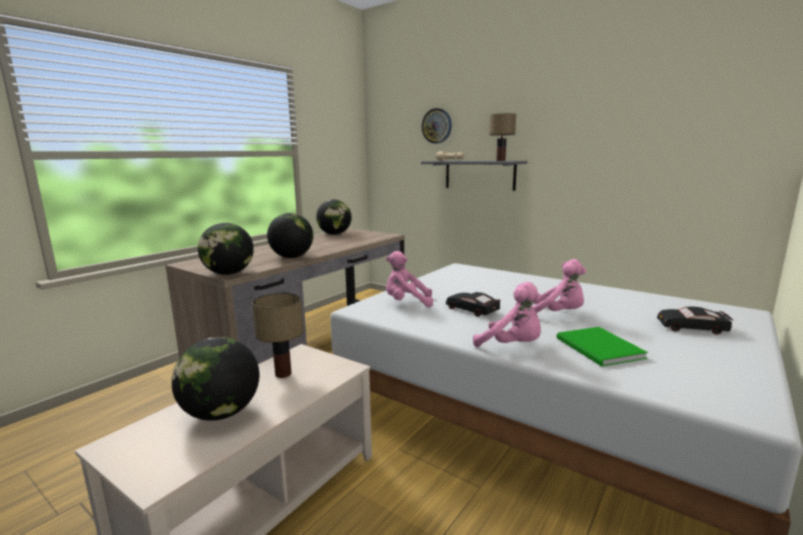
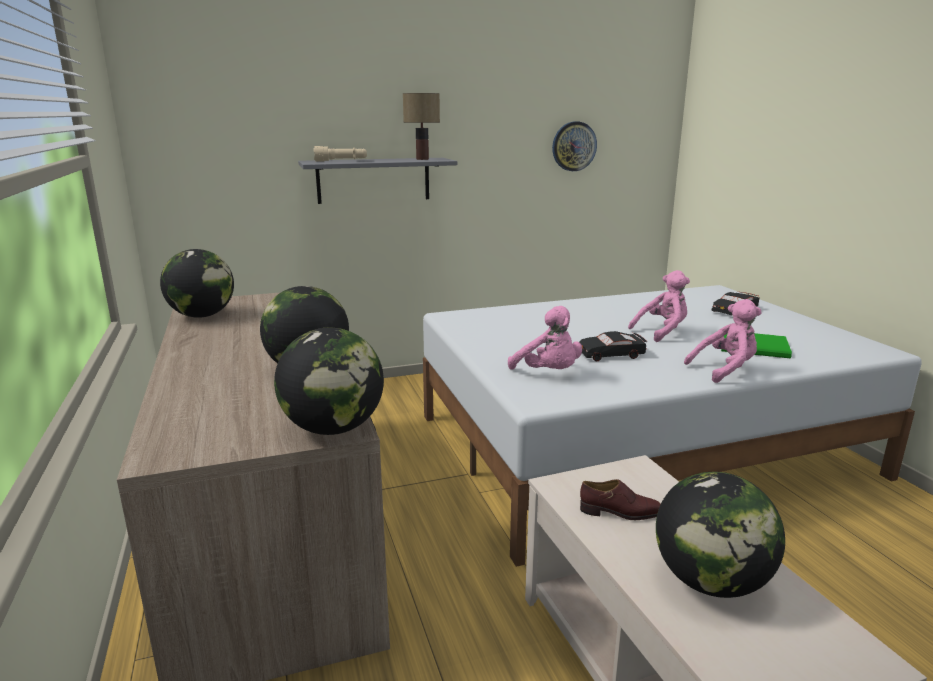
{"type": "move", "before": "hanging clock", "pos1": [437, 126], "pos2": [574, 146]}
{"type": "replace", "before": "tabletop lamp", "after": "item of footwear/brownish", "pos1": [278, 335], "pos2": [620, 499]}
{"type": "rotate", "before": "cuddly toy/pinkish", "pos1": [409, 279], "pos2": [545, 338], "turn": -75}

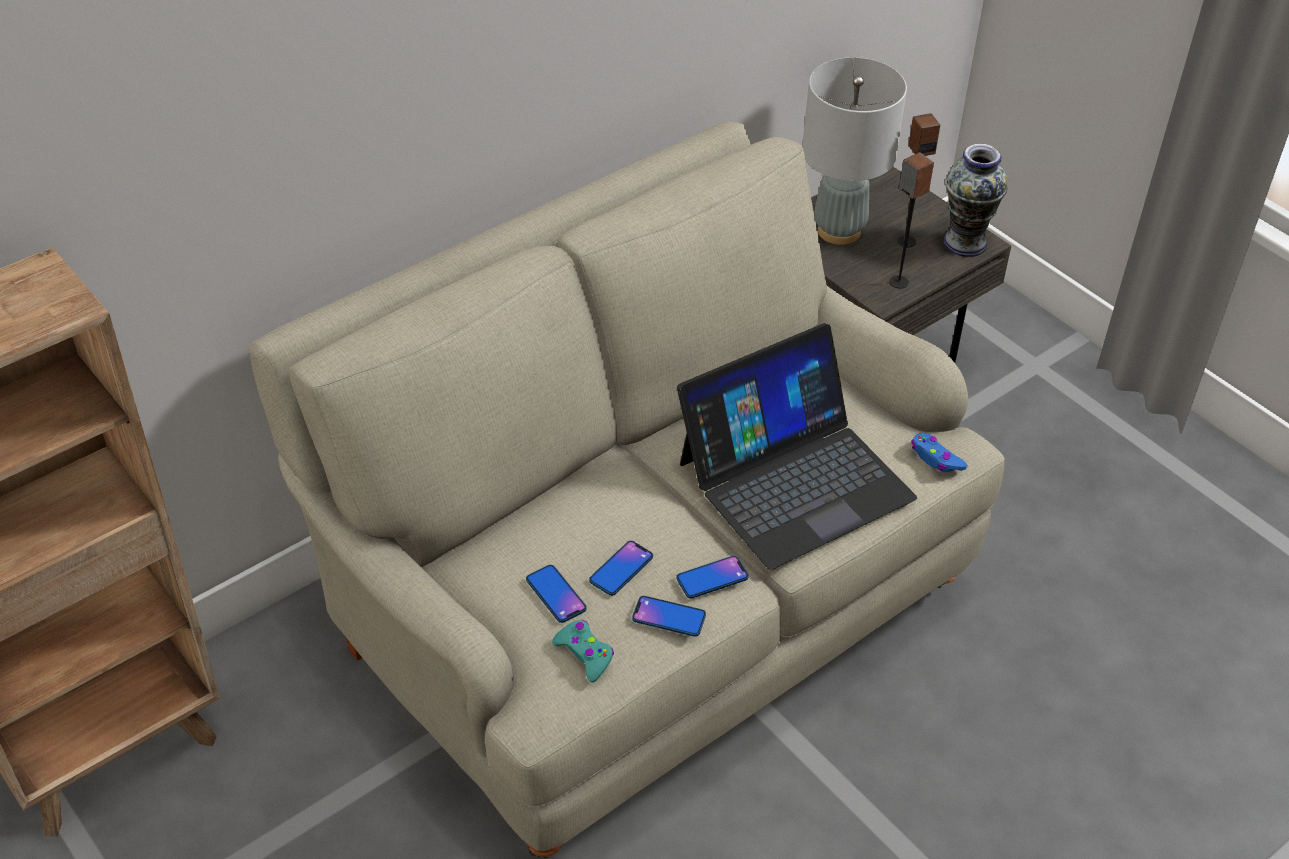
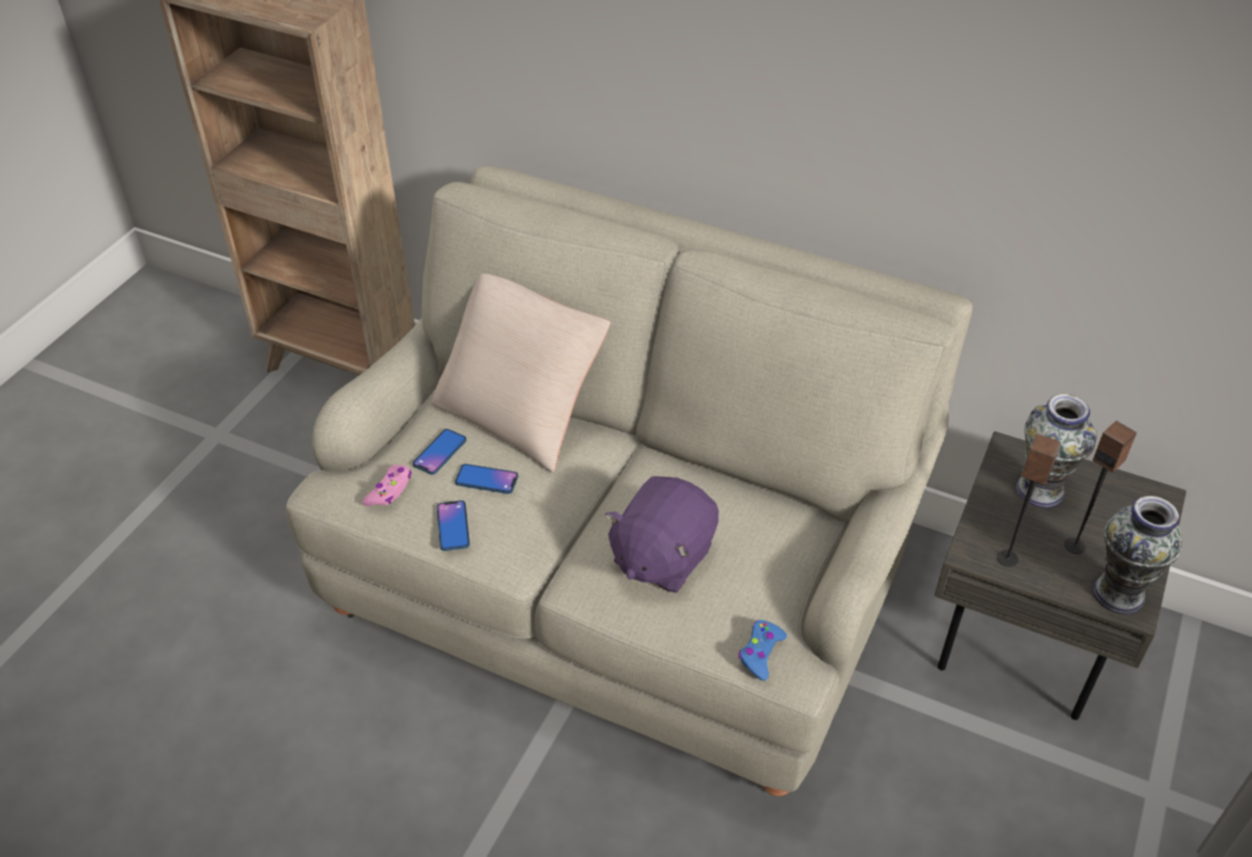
{"type": "delete", "before": "phone", "pos1": [712, 577]}
{"type": "insert", "after": "throw pillow/beige-coloured", "pos2": [521, 373]}
{"type": "replace", "before": "portable computer", "after": "cuddly toy/purple", "pos1": [797, 446], "pos2": [662, 534]}
{"type": "replace", "before": "tabletop lamp/greyish", "after": "flower vase", "pos1": [854, 151], "pos2": [1056, 451]}
{"type": "recolor", "before": "game controller/blue-green", "after": "game controller/pinkish", "pos1": [583, 651], "pos2": [386, 485]}

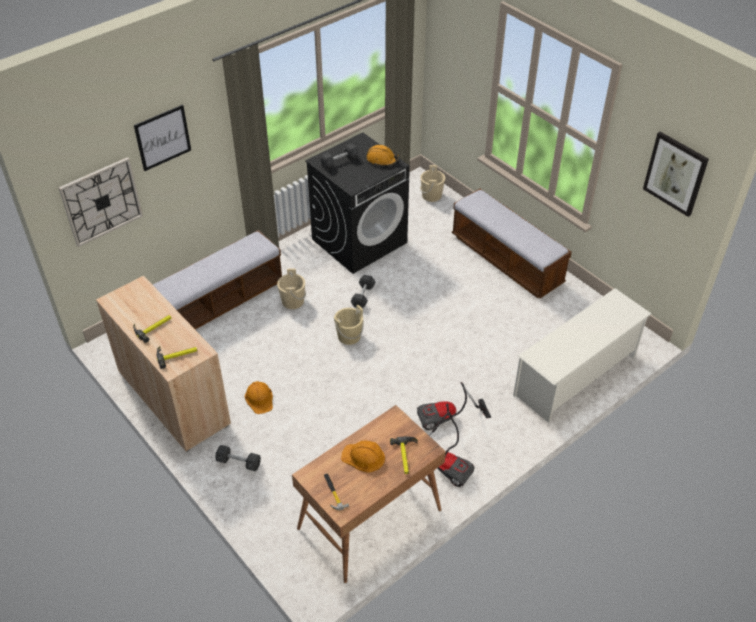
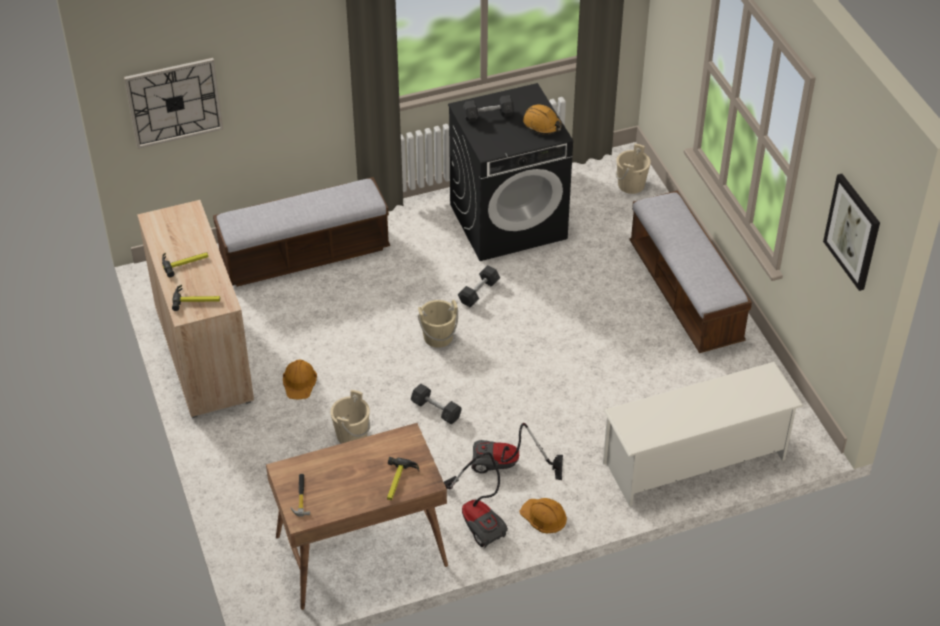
{"type": "delete", "before": "wall picture", "pos1": [162, 137]}
{"type": "move", "before": "free weight/greyish", "pos1": [238, 458], "pos2": [436, 404]}
{"type": "move", "before": "pail/beige-coloured", "pos1": [291, 288], "pos2": [350, 417]}
{"type": "move", "before": "work helmet/orange-coloured", "pos1": [363, 457], "pos2": [543, 515]}

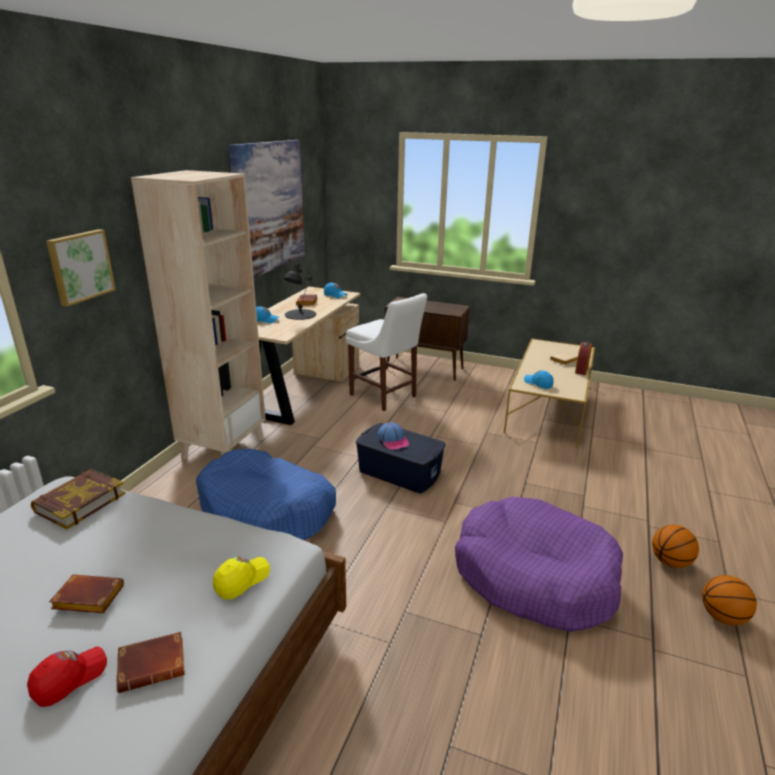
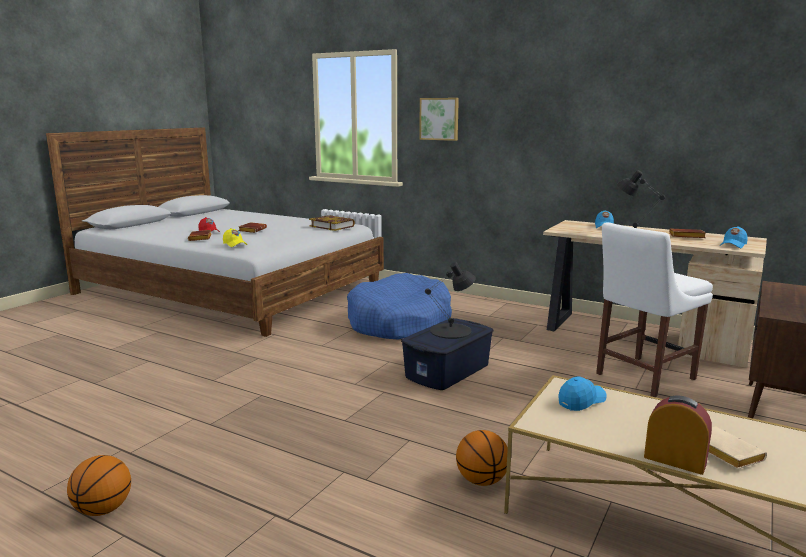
{"type": "delete", "before": "shelving unit/beige-coloured", "pos1": [198, 315]}
{"type": "delete", "before": "wall picture", "pos1": [267, 209]}
{"type": "delete", "before": "dog cushion/purple", "pos1": [539, 564]}
{"type": "move", "before": "basketball", "pos1": [675, 546], "pos2": [482, 458]}
{"type": "replace", "before": "cap", "after": "tabletop lamp/black-coloured", "pos1": [393, 436], "pos2": [450, 300]}

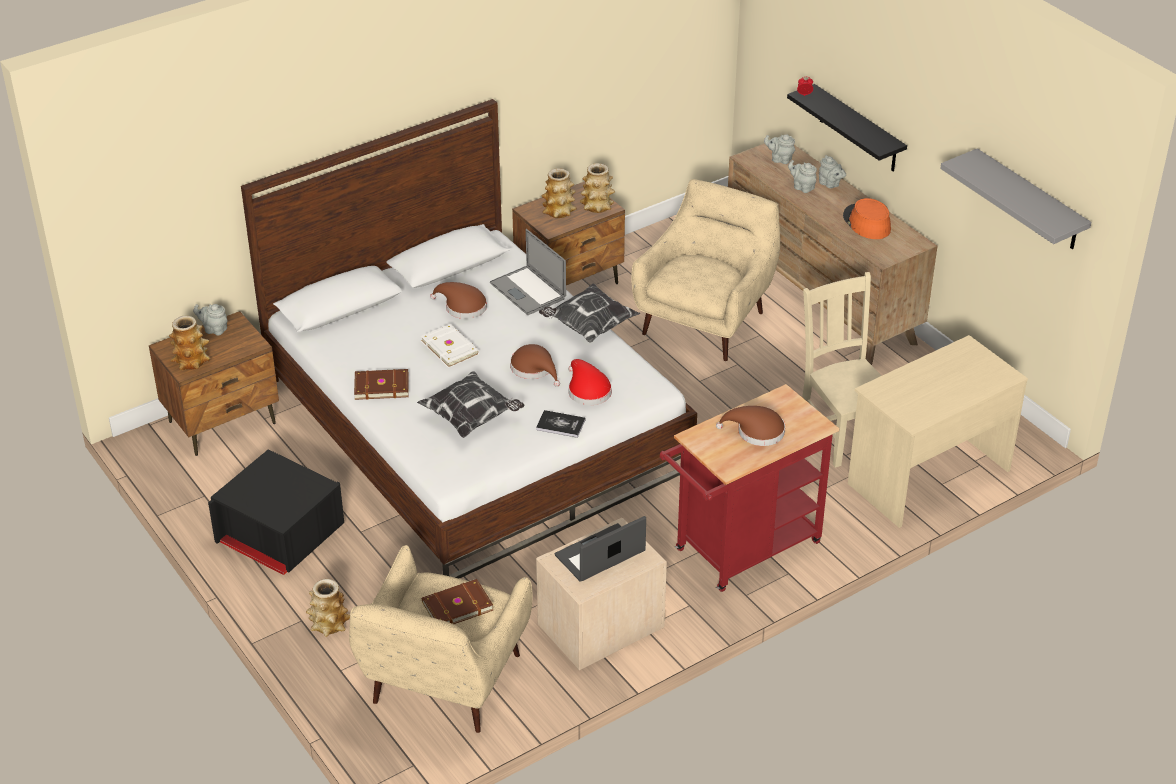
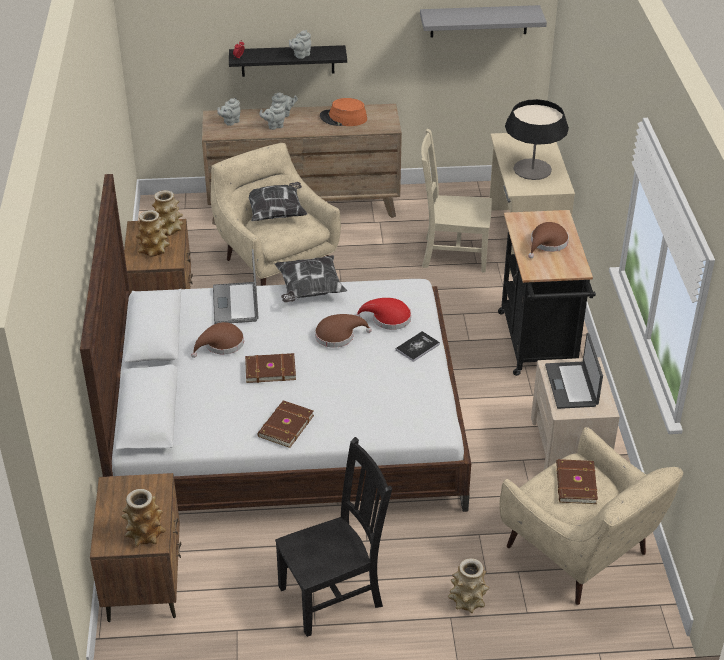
{"type": "insert", "after": "tabletop lamp", "pos2": [537, 139]}
{"type": "move", "before": "teapot/greyish", "pos1": [210, 319], "pos2": [300, 44]}
{"type": "move", "before": "throw pillow", "pos1": [471, 404], "pos2": [278, 201]}
{"type": "replace", "before": "storage box/black-coloured", "after": "plain chair/black-coloured", "pos1": [276, 512], "pos2": [333, 537]}
{"type": "recolor", "before": "volume/white", "after": "volume/brownish", "pos1": [450, 346], "pos2": [270, 368]}
{"type": "recolor", "before": "cart/red-coloured", "after": "cart/black-coloured", "pos1": [749, 488], "pos2": [547, 293]}
{"type": "rotate", "before": "portable computer", "pos1": [528, 272], "pos2": [235, 286], "turn": 90}

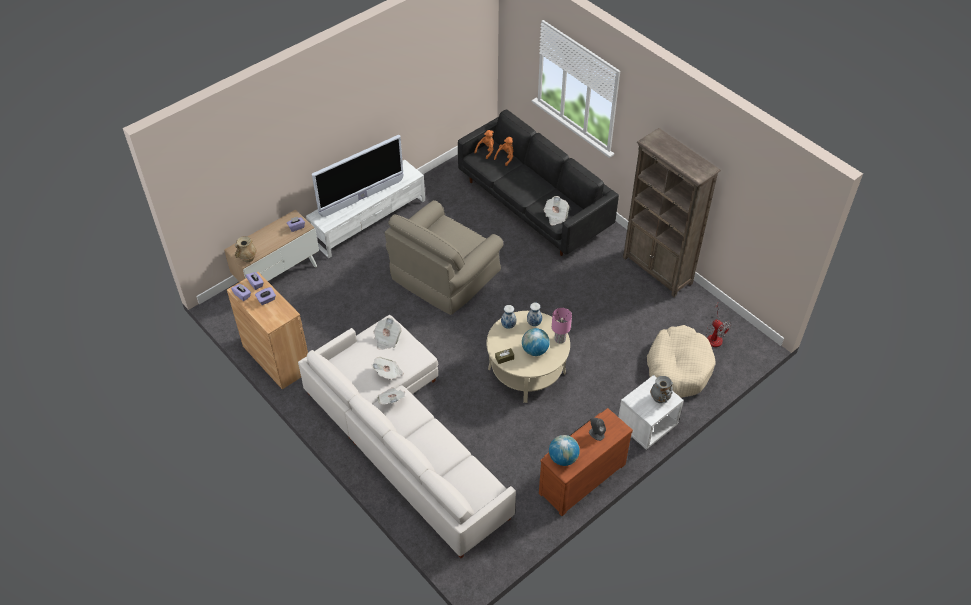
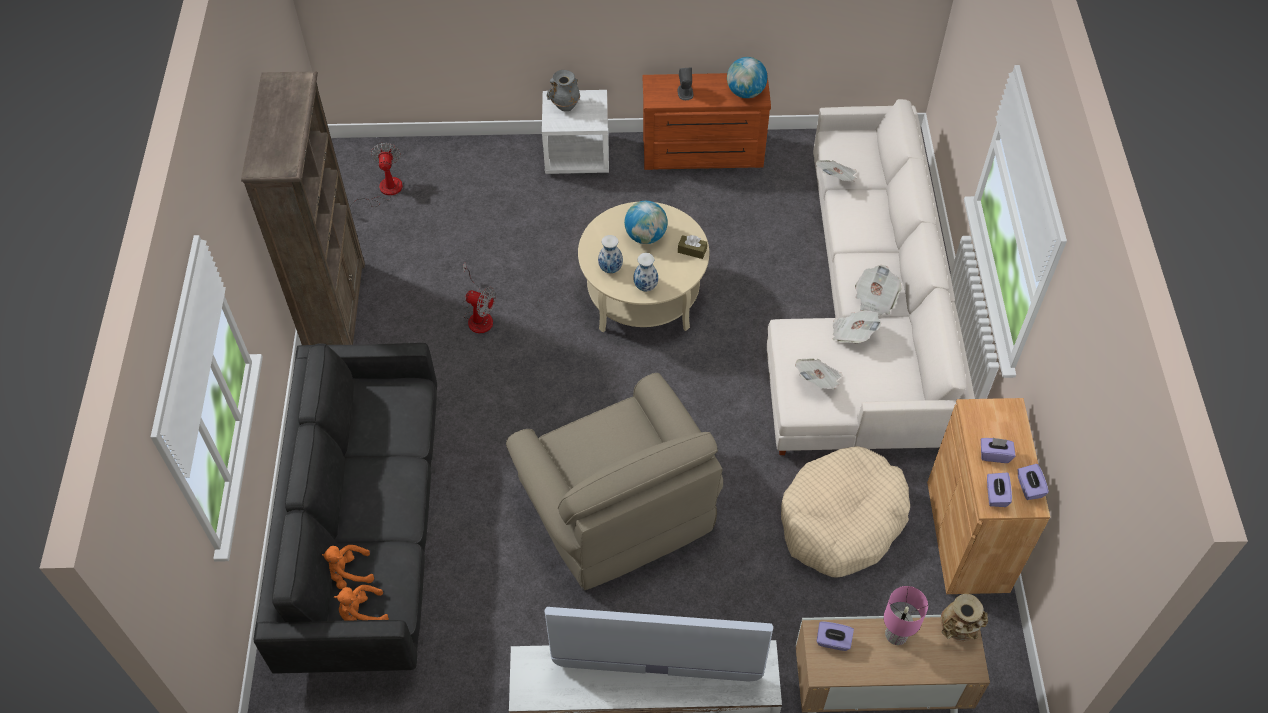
{"type": "insert", "after": "fan", "pos2": [479, 298]}
{"type": "move", "before": "newspaper", "pos1": [556, 210], "pos2": [836, 171]}
{"type": "move", "before": "tabletop lamp/pinkish", "pos1": [562, 326], "pos2": [906, 615]}
{"type": "move", "before": "dog cushion/beige-coloured", "pos1": [681, 361], "pos2": [845, 512]}
{"type": "rotate", "before": "armchair/beige-coloured", "pos1": [444, 257], "pos2": [614, 481], "turn": 75}

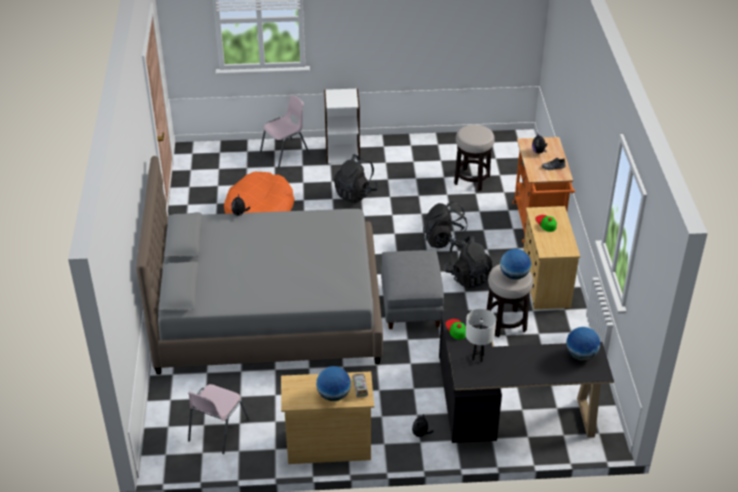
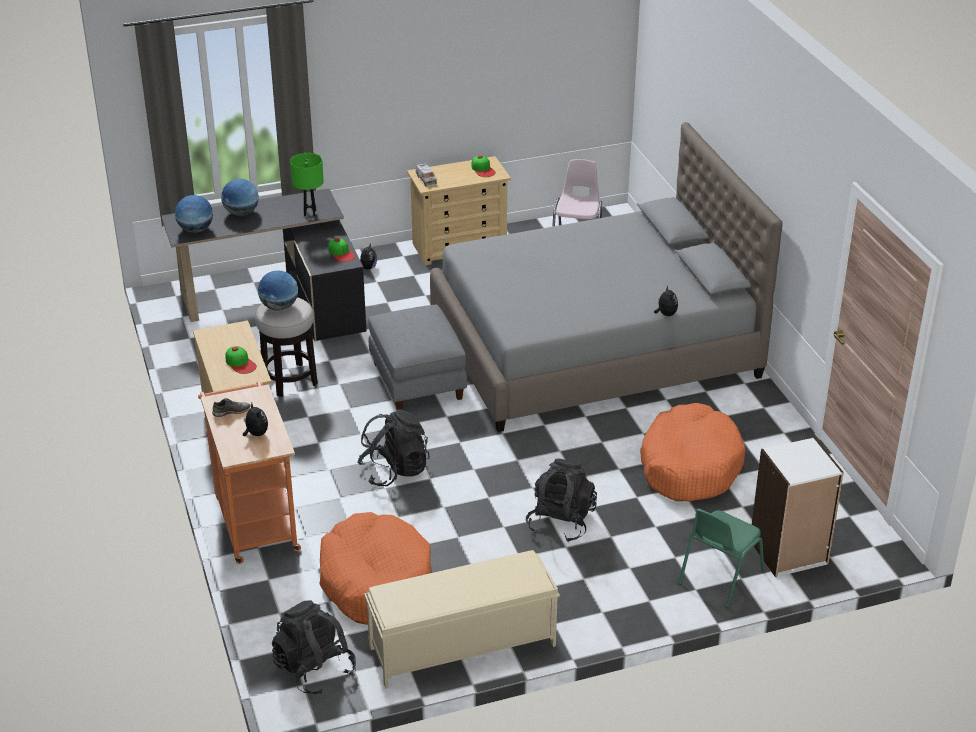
{"type": "insert", "after": "bench/beige-coloured", "pos2": [462, 619]}
{"type": "insert", "after": "cap", "pos2": [483, 166]}
{"type": "move", "before": "world globe", "pos1": [333, 383], "pos2": [240, 197]}
{"type": "move", "before": "shelving unit/white", "pos1": [342, 126], "pos2": [798, 507]}
{"type": "move", "before": "backpack/black-coloured", "pos1": [468, 262], "pos2": [314, 647]}
{"type": "replace", "before": "sitting stool", "after": "dog cushion/orange-coloured", "pos1": [474, 158], "pos2": [375, 568]}
{"type": "recolor", "before": "plain chair/pinkish", "after": "plain chair/greenish", "pos1": [285, 131], "pos2": [721, 558]}
{"type": "recolor", "before": "tabletop lamp/white", "after": "tabletop lamp/greenish", "pos1": [481, 335], "pos2": [307, 184]}

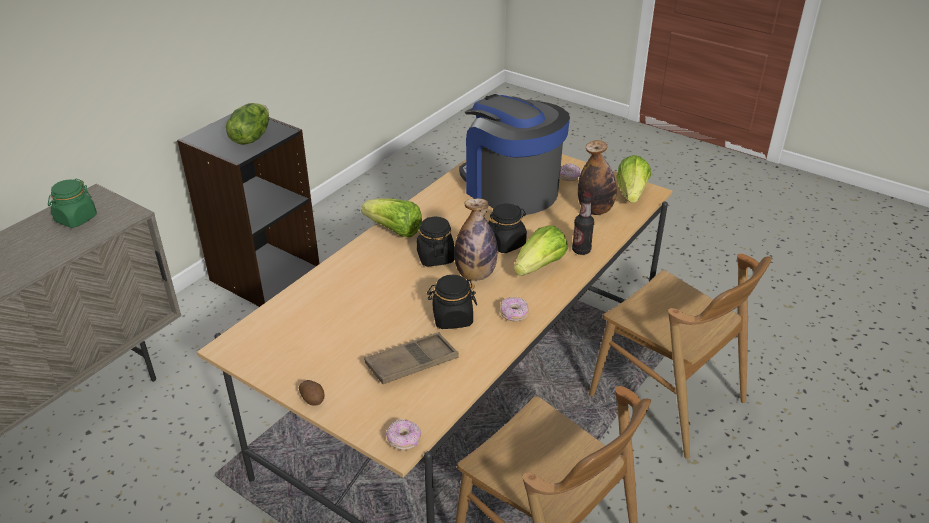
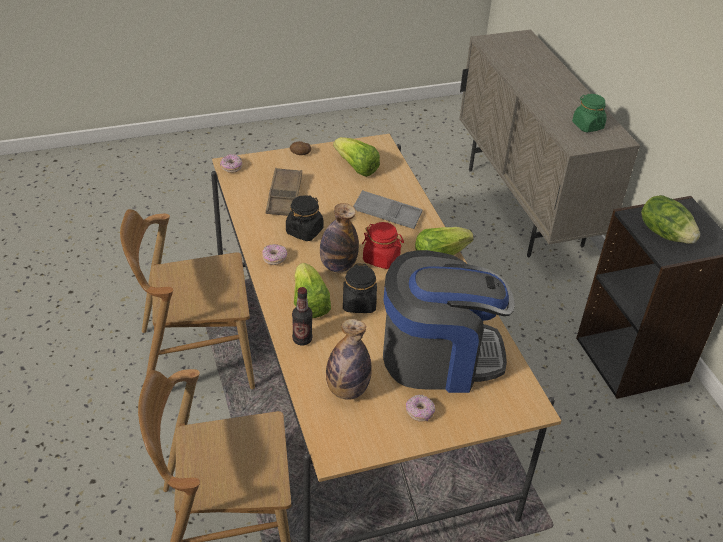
{"type": "insert", "after": "serving tray/greyish", "pos2": [387, 209]}
{"type": "move", "before": "lettuce", "pos1": [633, 179], "pos2": [356, 157]}
{"type": "recolor", "before": "preserve jar/black-coloured", "after": "preserve jar/red-coloured", "pos1": [436, 241], "pos2": [383, 245]}

